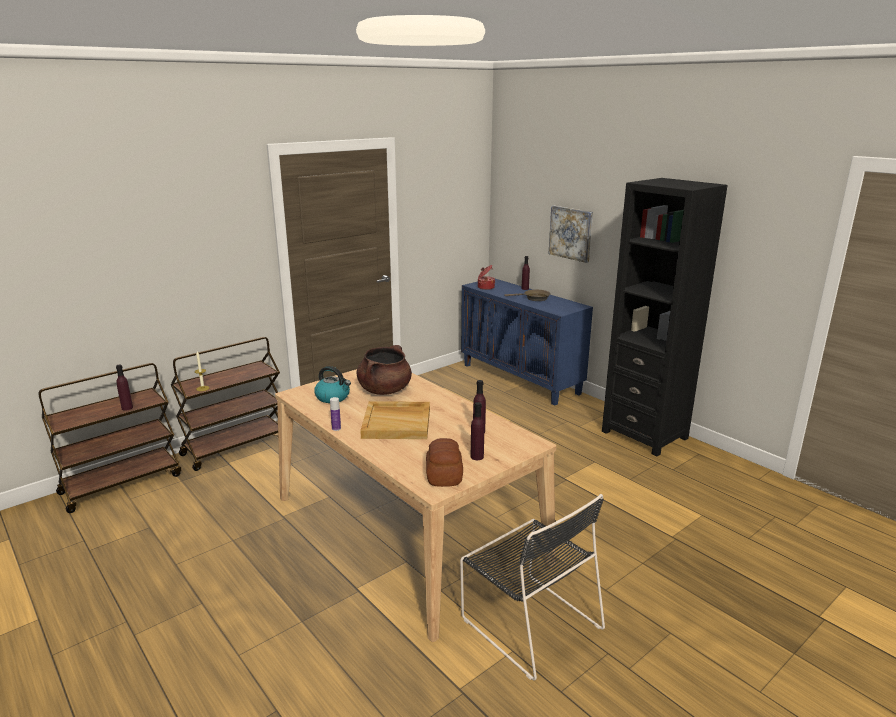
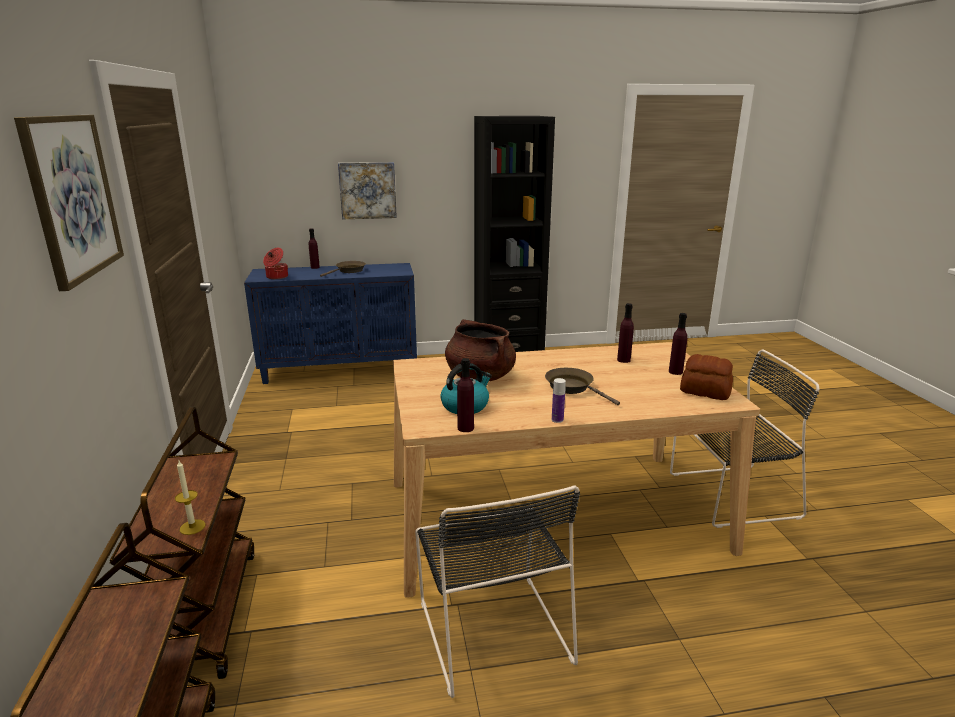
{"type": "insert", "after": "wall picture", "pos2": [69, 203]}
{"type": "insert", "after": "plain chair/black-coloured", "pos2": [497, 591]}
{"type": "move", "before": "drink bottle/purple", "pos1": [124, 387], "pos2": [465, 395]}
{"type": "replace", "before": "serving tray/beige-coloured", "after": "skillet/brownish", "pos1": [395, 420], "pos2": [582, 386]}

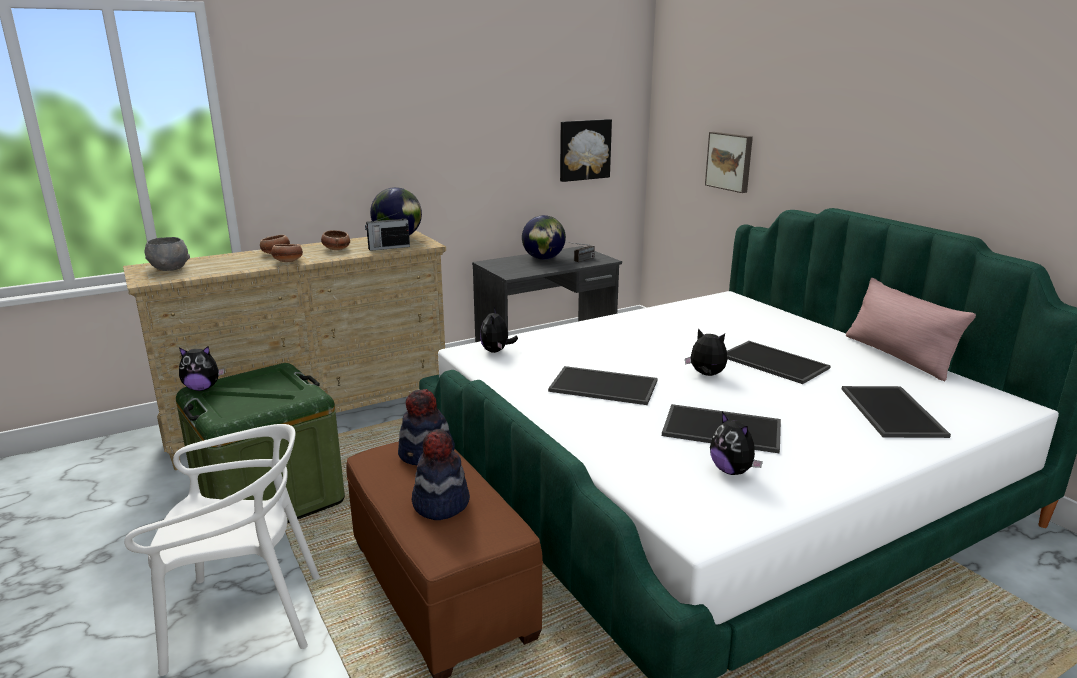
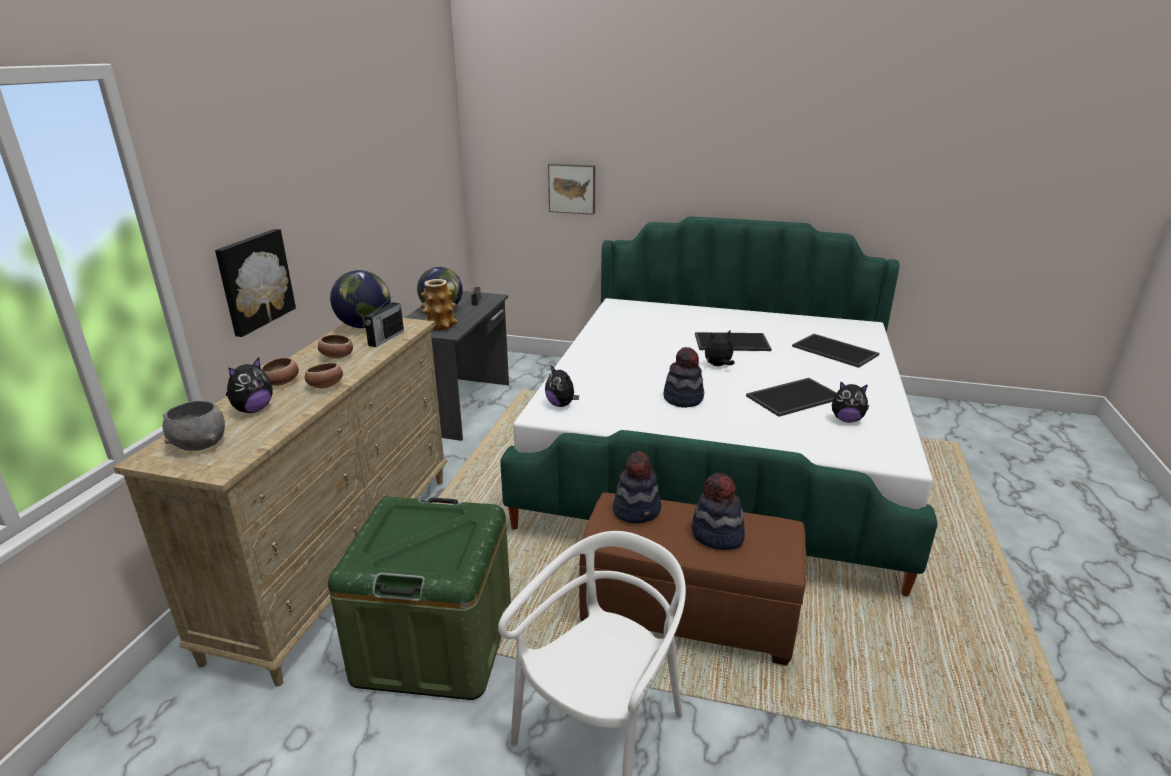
{"type": "delete", "before": "throw pillow/pinkish", "pos1": [911, 329]}
{"type": "insert", "after": "flower vase", "pos2": [439, 305]}
{"type": "move", "before": "cuddly toy", "pos1": [202, 368], "pos2": [249, 385]}
{"type": "move", "before": "wall picture", "pos1": [586, 150], "pos2": [255, 283]}
{"type": "replace", "before": "serving tray", "after": "hat", "pos1": [603, 385], "pos2": [684, 377]}

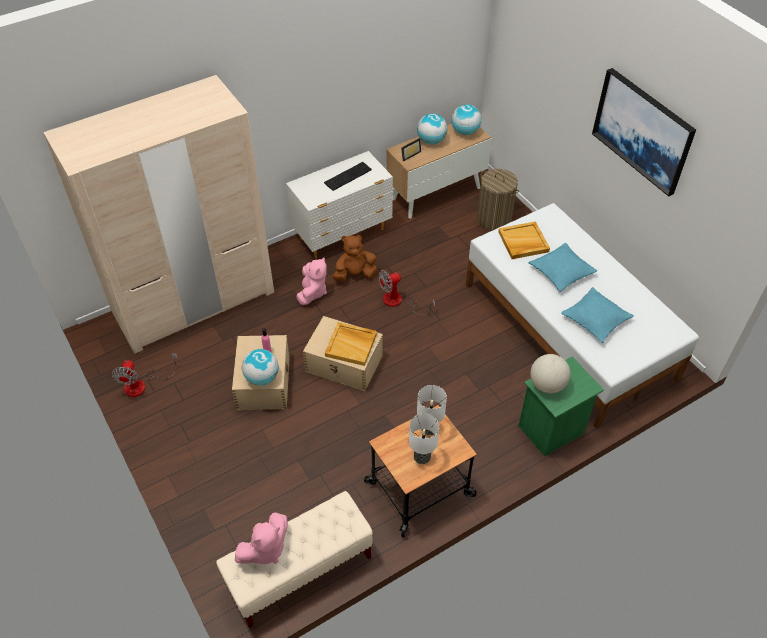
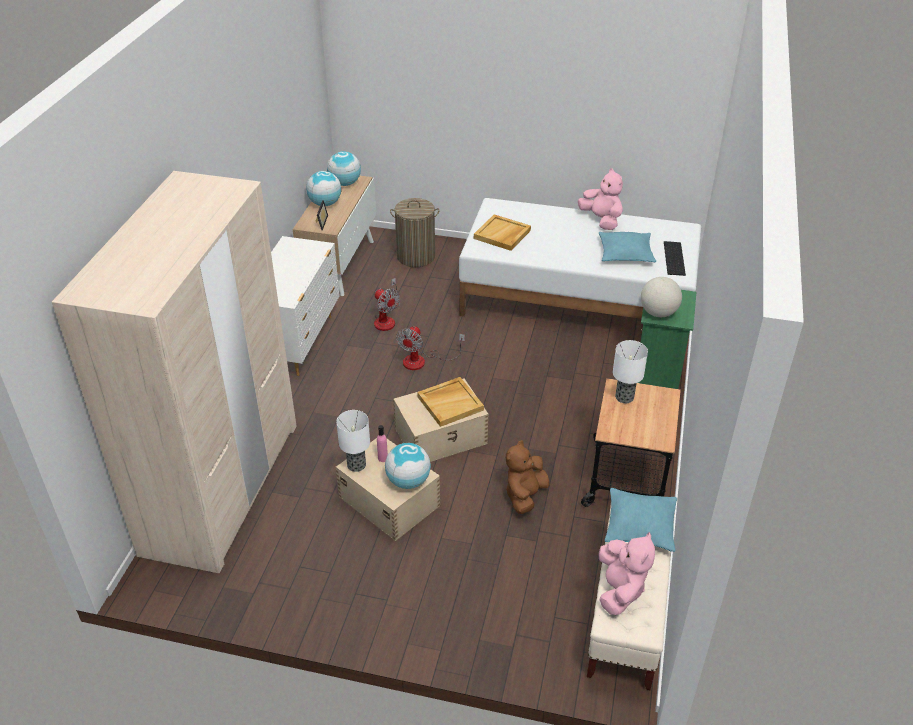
{"type": "delete", "before": "wall picture", "pos1": [644, 132]}
{"type": "move", "before": "fan", "pos1": [145, 375], "pos2": [387, 304]}
{"type": "move", "before": "cuddly toy/pinkish", "pos1": [311, 281], "pos2": [600, 199]}
{"type": "move", "before": "computer keyboard", "pos1": [348, 176], "pos2": [675, 258]}
{"type": "move", "before": "cuddly toy/brownish", "pos1": [355, 258], "pos2": [528, 477]}
{"type": "move", "before": "tabletop lamp", "pos1": [424, 439], "pos2": [353, 441]}
{"type": "move", "before": "throw pillow/blue-green", "pos1": [563, 267], "pos2": [641, 520]}

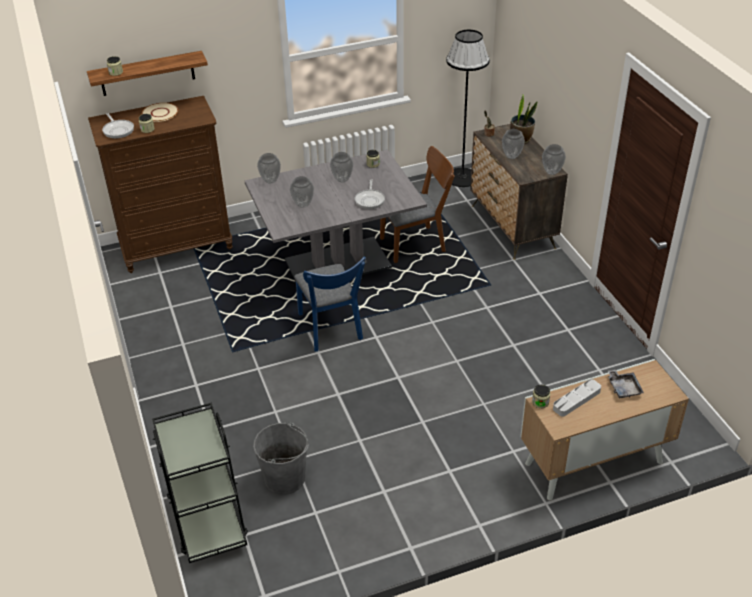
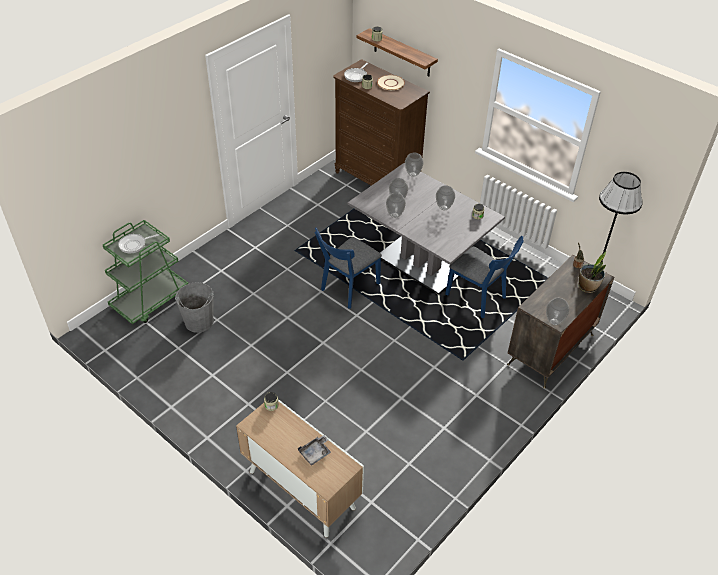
{"type": "delete", "before": "serving tray/greyish", "pos1": [577, 397]}
{"type": "move", "before": "skillet", "pos1": [370, 194], "pos2": [138, 243]}
{"type": "move", "before": "flower vase", "pos1": [513, 144], "pos2": [396, 205]}
{"type": "recolor", "before": "cart/black-coloured", "after": "cart/greenish", "pos1": [200, 483], "pos2": [145, 272]}
{"type": "recolor", "before": "plain chair/brownish", "after": "plain chair/blue-coloured", "pos1": [417, 204], "pos2": [484, 277]}

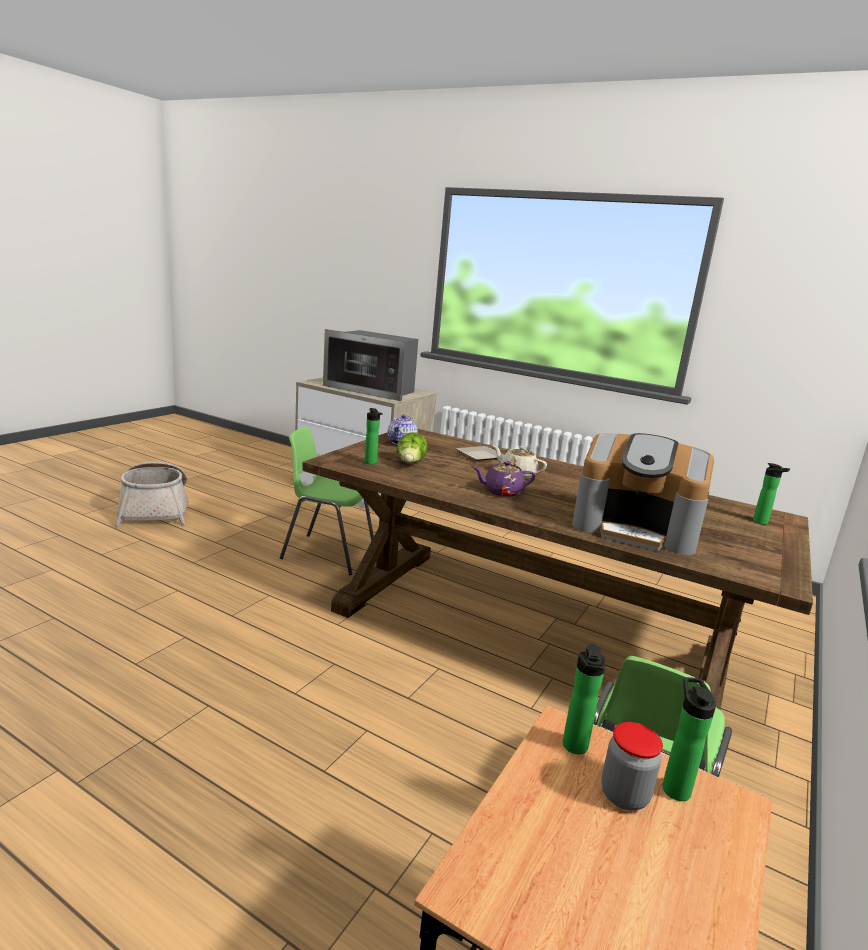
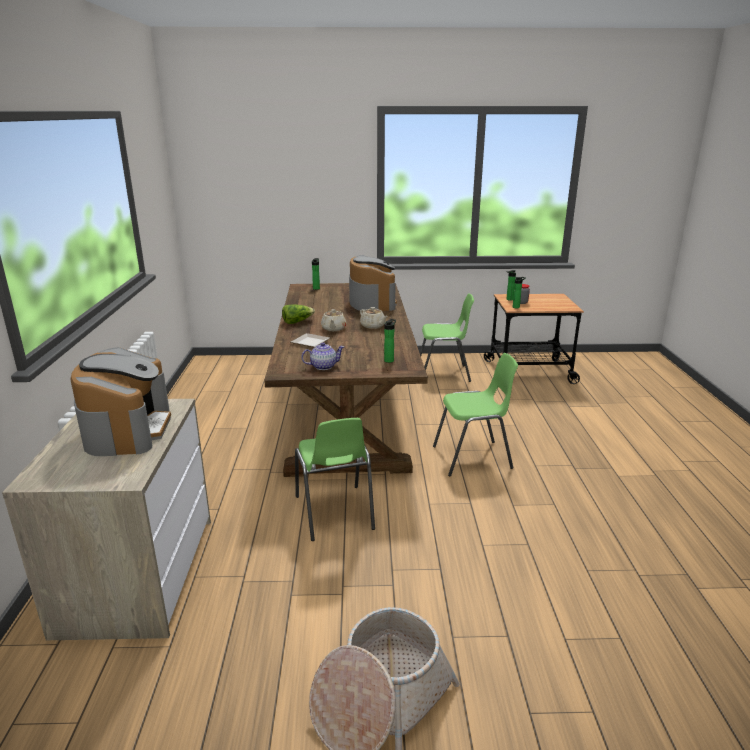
{"type": "insert", "after": "plain chair/greenish", "pos2": [475, 414]}
{"type": "move", "before": "lettuce", "pos1": [412, 447], "pos2": [298, 314]}
{"type": "replace", "before": "microwave oven", "after": "coffee machine", "pos1": [370, 365], "pos2": [121, 401]}
{"type": "recolor", "before": "teapot/purple", "after": "teapot/beige-coloured", "pos1": [504, 479], "pos2": [374, 318]}

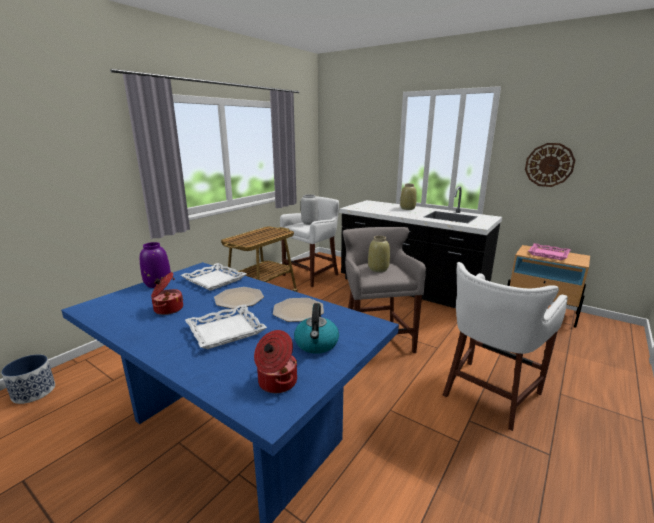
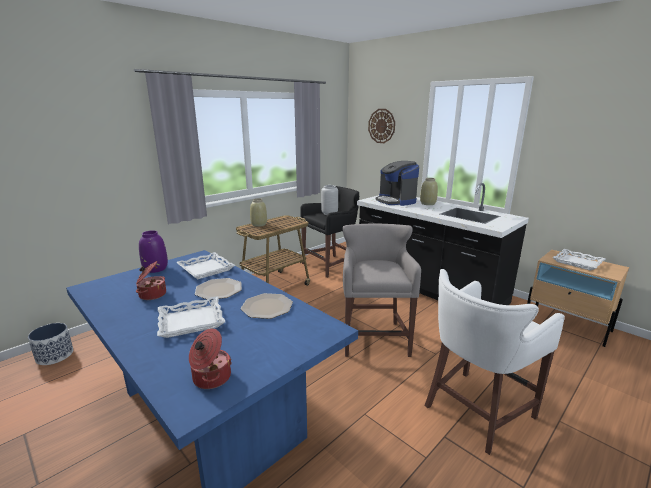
{"type": "delete", "before": "water kettle", "pos1": [316, 328]}
{"type": "insert", "after": "coffee machine", "pos2": [397, 183]}
{"type": "move", "before": "flower vase/beige-coloured", "pos1": [379, 254], "pos2": [258, 212]}
{"type": "move", "before": "hanging clock", "pos1": [550, 165], "pos2": [381, 126]}
{"type": "recolor", "before": "sitting stool/white", "after": "sitting stool/black-coloured", "pos1": [309, 241], "pos2": [330, 232]}
{"type": "recolor", "before": "serving tray/pinkish", "after": "serving tray/white", "pos1": [549, 251], "pos2": [579, 260]}

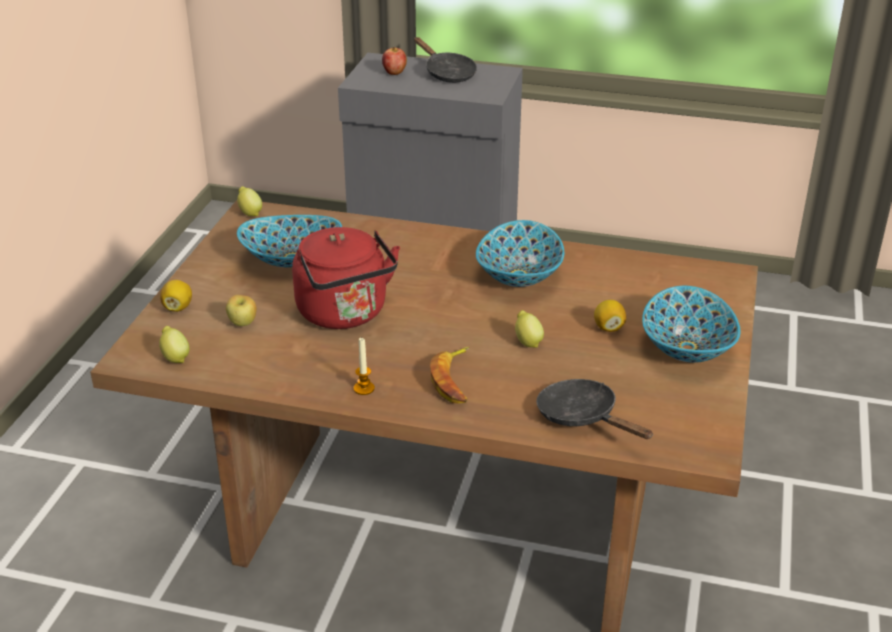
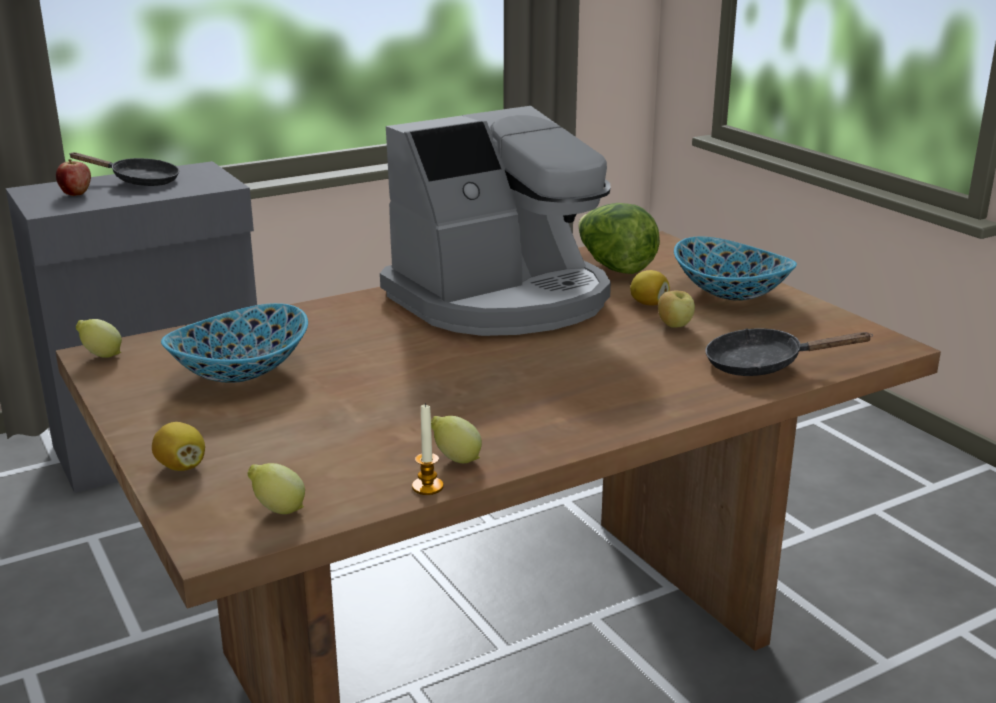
{"type": "delete", "before": "water kettle/red-coloured", "pos1": [346, 278]}
{"type": "delete", "before": "whole banana", "pos1": [450, 375]}
{"type": "insert", "after": "lettuce", "pos2": [619, 238]}
{"type": "move", "before": "apple fruit", "pos1": [241, 310], "pos2": [676, 309]}
{"type": "move", "before": "wax light", "pos1": [364, 366], "pos2": [428, 449]}
{"type": "move", "before": "lemon", "pos1": [529, 329], "pos2": [456, 439]}
{"type": "replace", "before": "bowl", "after": "coffee machine", "pos1": [520, 253], "pos2": [495, 221]}

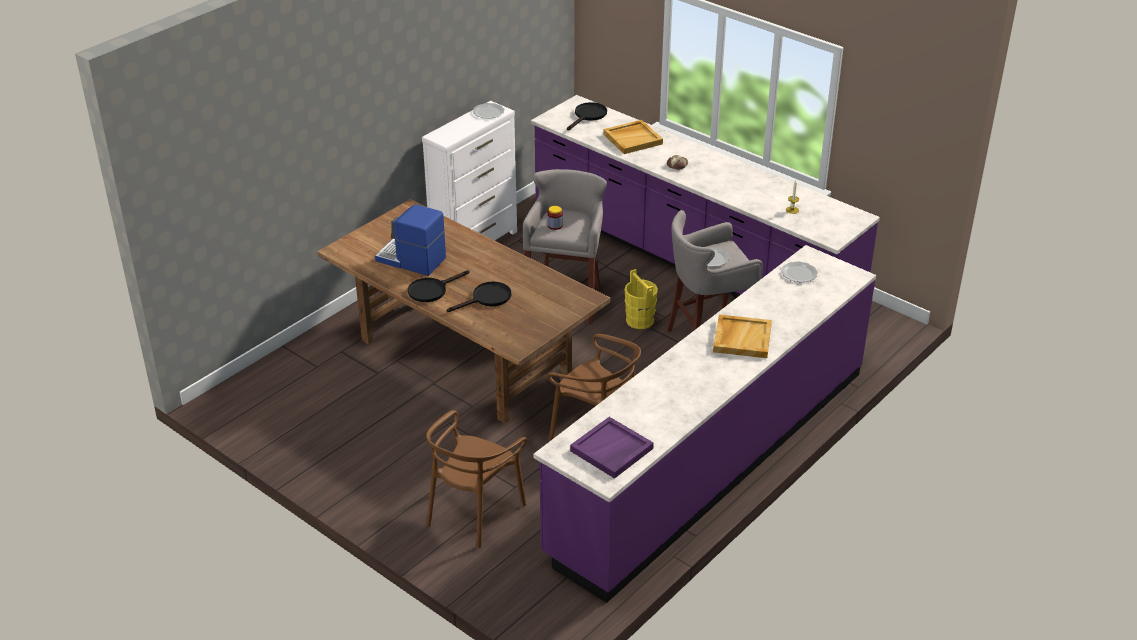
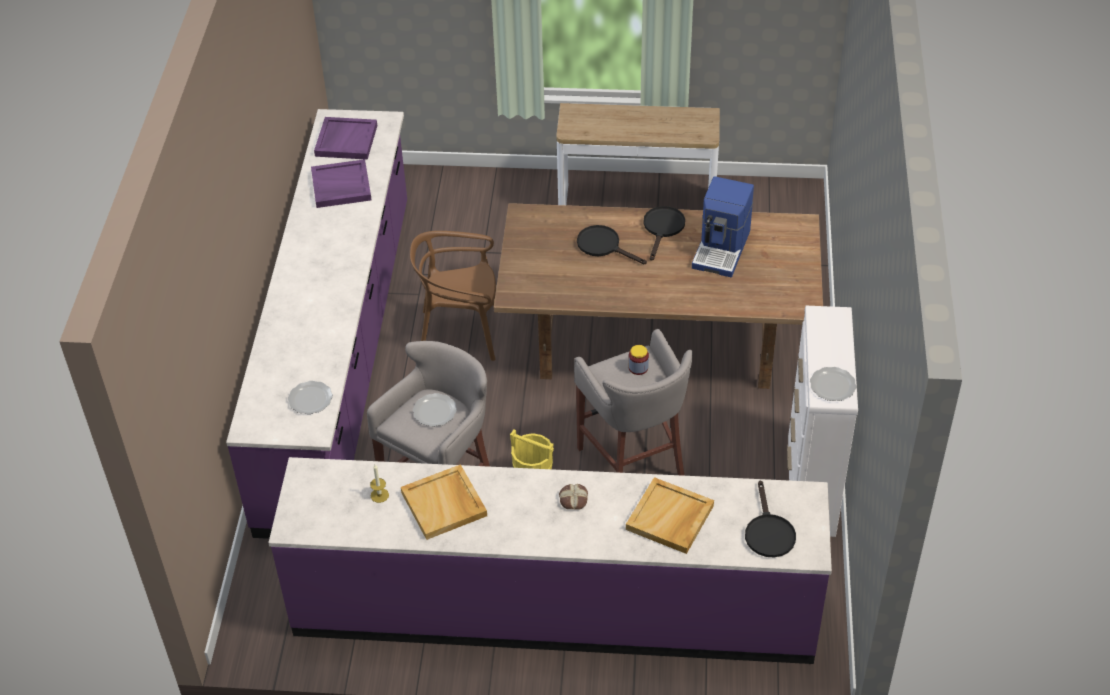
{"type": "delete", "before": "plain chair/brownish", "pos1": [476, 479]}
{"type": "insert", "after": "serving tray/purple", "pos2": [341, 183]}
{"type": "insert", "after": "narrow table", "pos2": [638, 154]}
{"type": "move", "before": "serving tray/beige-coloured", "pos1": [742, 336], "pos2": [444, 502]}
{"type": "rotate", "before": "coffee machine", "pos1": [410, 240], "pos2": [723, 227], "turn": 120}
{"type": "rotate", "before": "skillet/black-coloured", "pos1": [479, 297], "pos2": [612, 244], "turn": 105}

